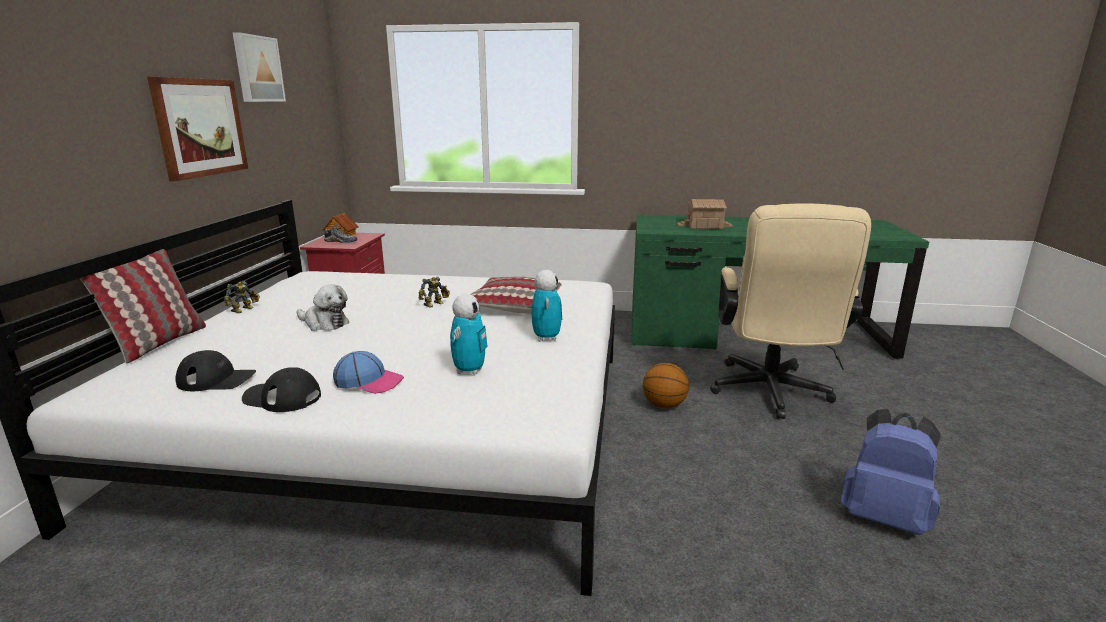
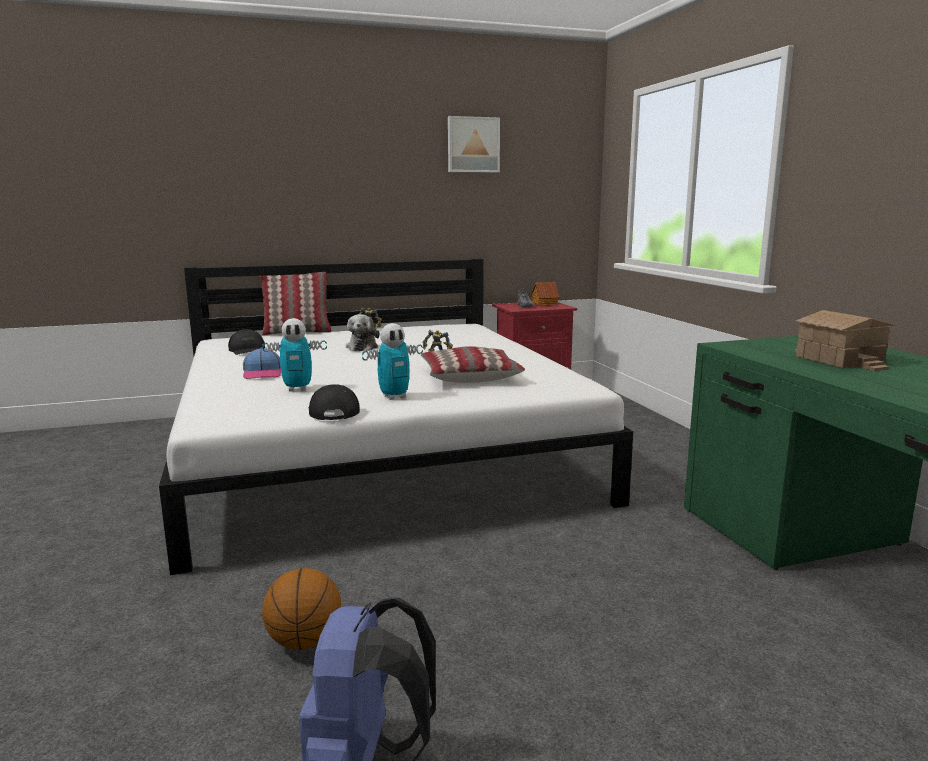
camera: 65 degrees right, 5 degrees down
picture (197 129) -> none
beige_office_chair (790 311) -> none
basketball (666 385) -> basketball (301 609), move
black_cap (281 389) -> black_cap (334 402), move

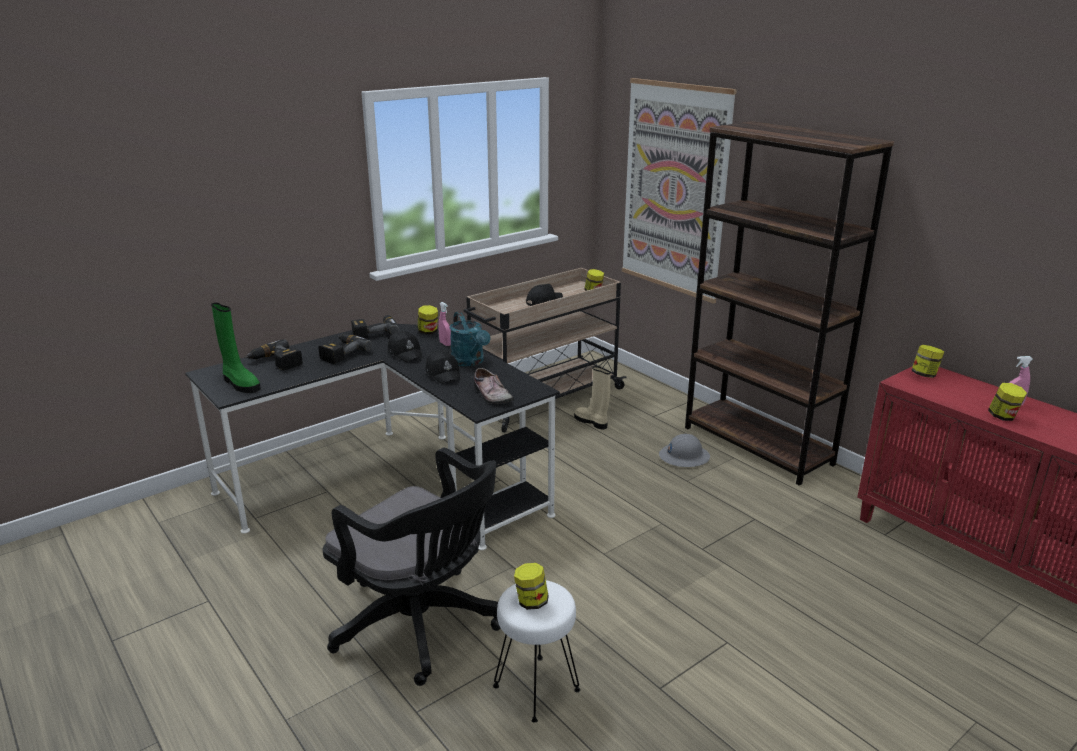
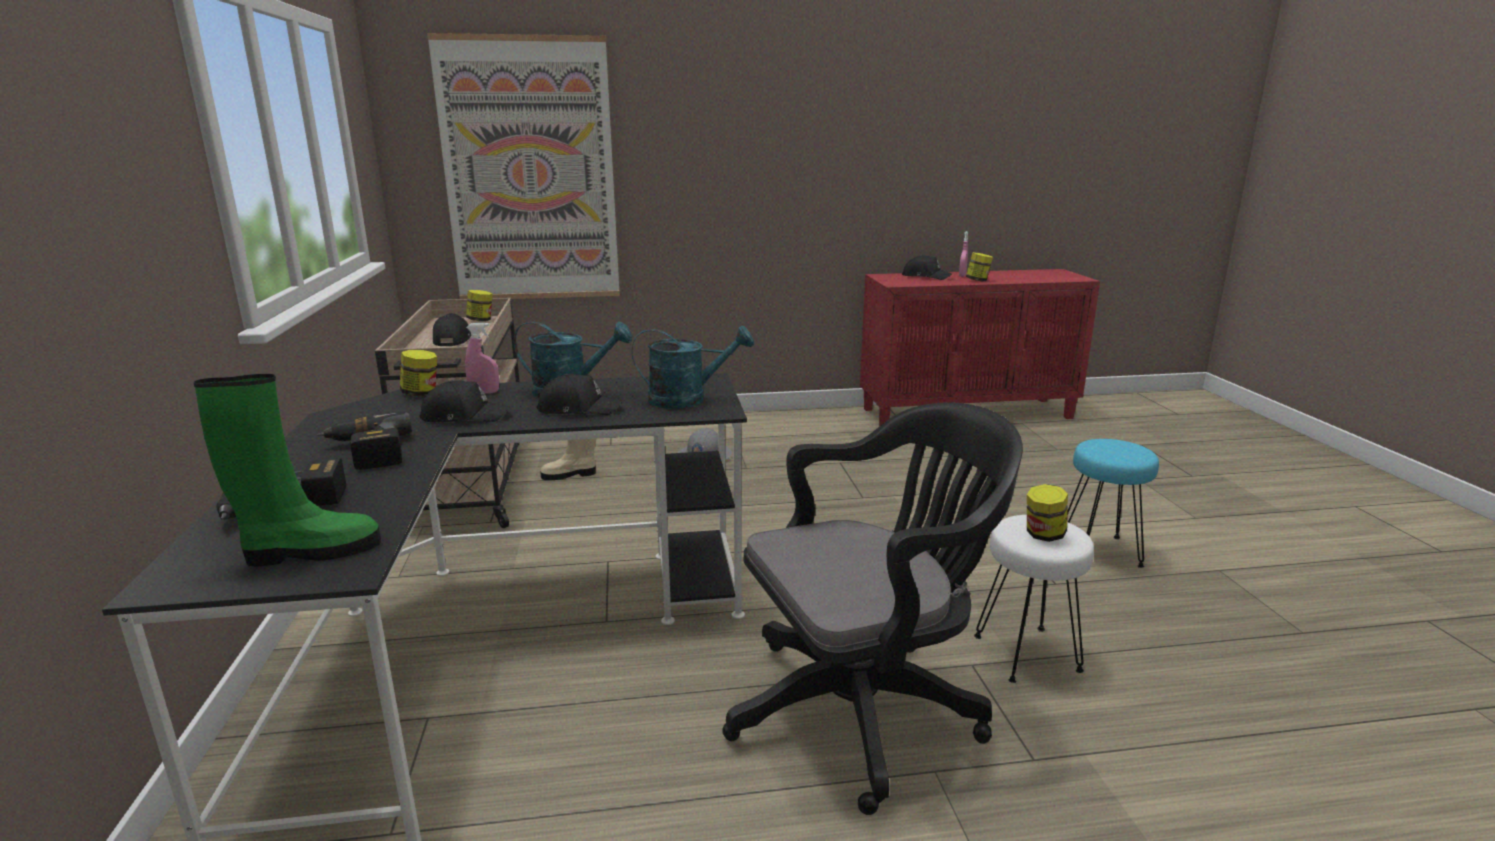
camera: 60 degrees left, 5 degrees down
brown_bookcase (789 303) -> none
power_drill (375 326) -> none
jar (927 361) -> none
shoe (494 386) -> turquoise_watering_can (693 367)
none -> black_cap (927 267)
none -> turquoise_stool (1113 503)

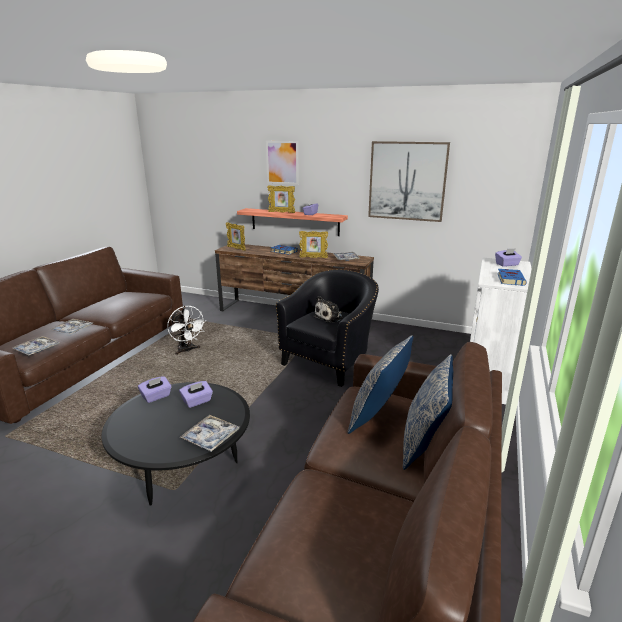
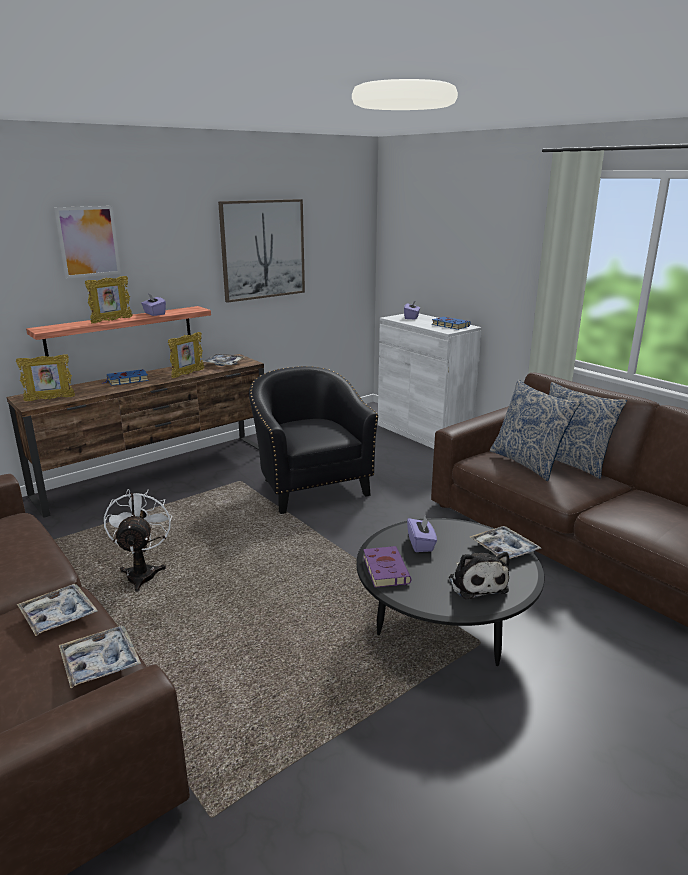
camera: 60 degrees left, 0 degrees up
plush_toy (328 309) -> plush_toy (479 576), move
white_fan (186 330) -> white_fan (138 540), 90 degrees counterclockwise
purple_tissue_box (155 389) -> purple_book (387 567)

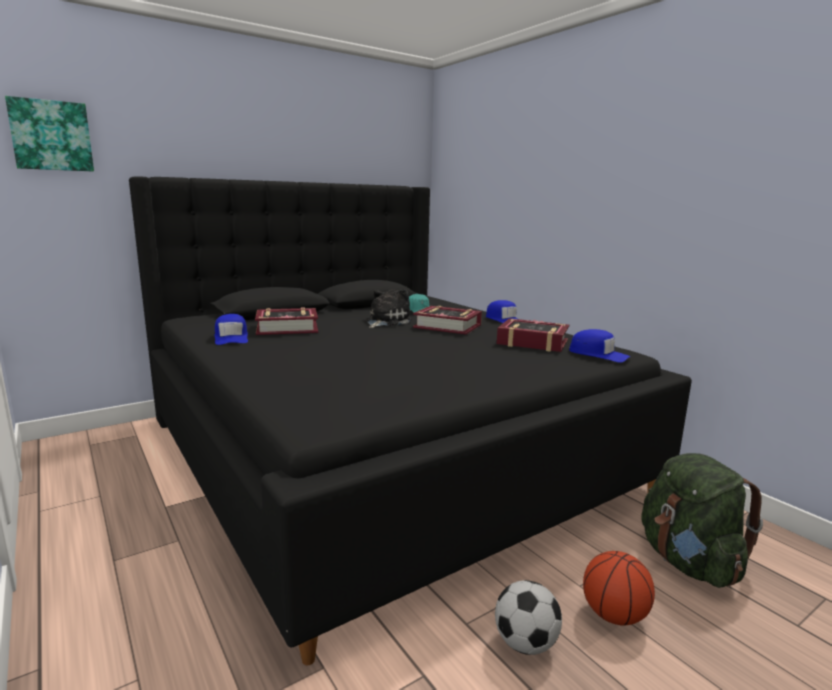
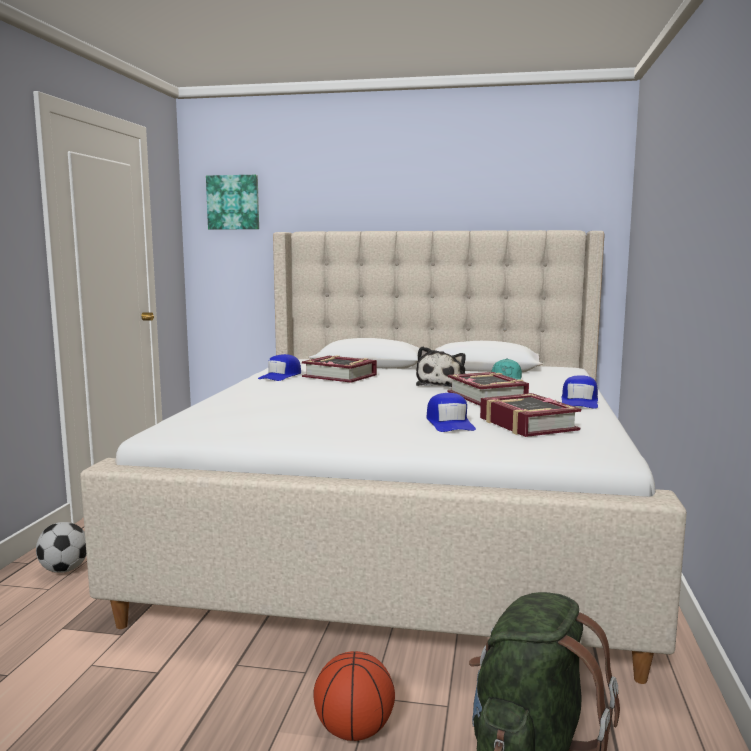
camera: 45 degrees right, 5 degrees down
black_bed (410 420) -> beige_bed (383 457)
plush_toy (389 308) -> plush_toy (441 366), 120 degrees clockwise
blue_cap (599 346) -> blue_cap (451 412), move
football (528 617) -> football (61 547), move

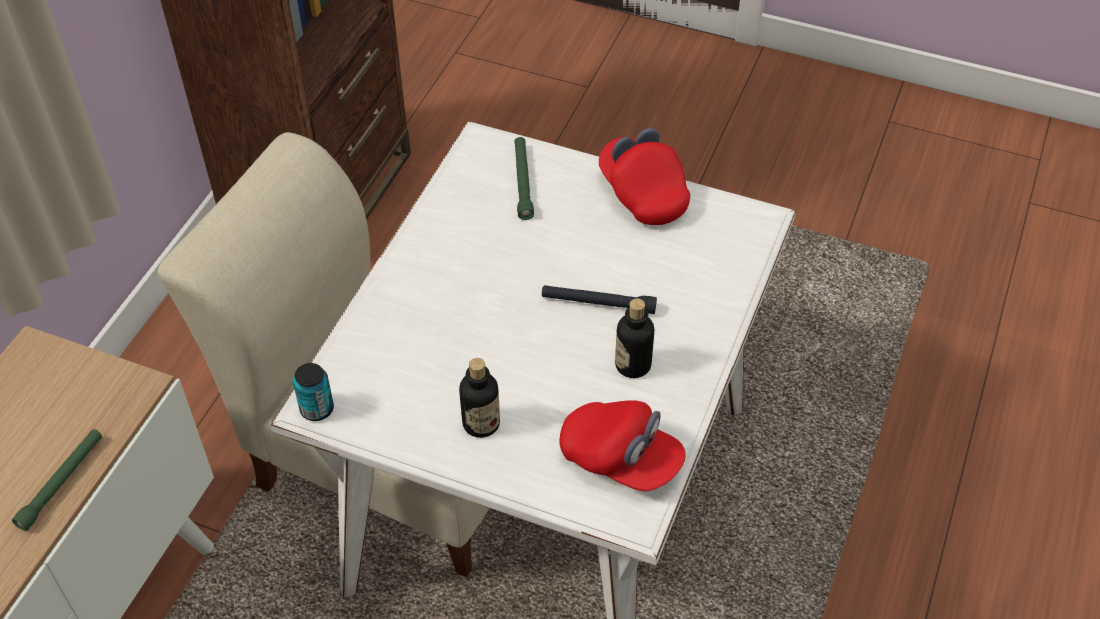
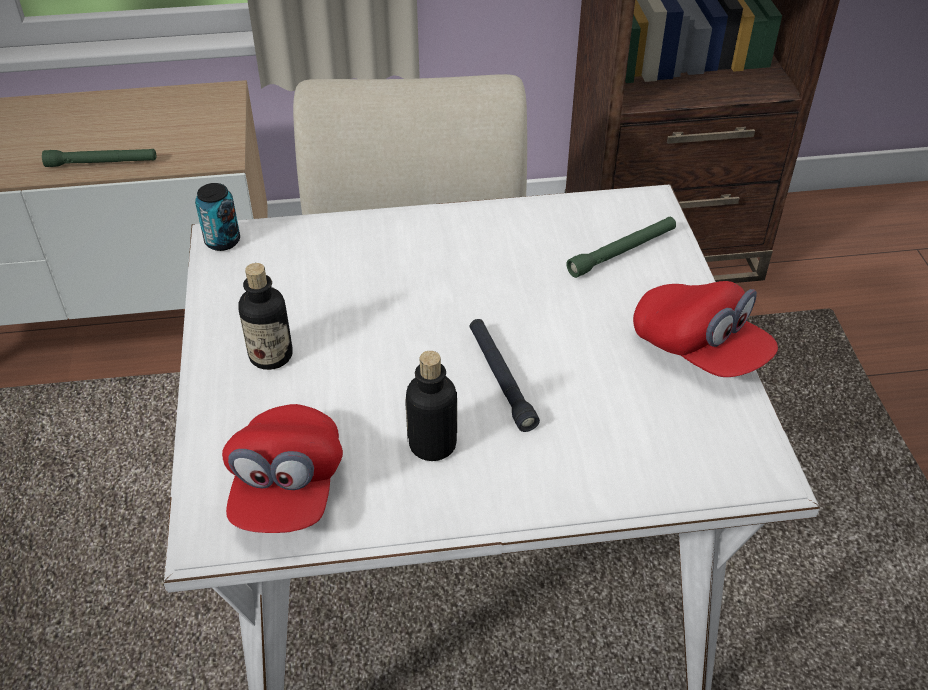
camera: 60 degrees right, 5 degrees down
red_cap (644 176) -> red_cap (705 329), 105 degrees clockwise

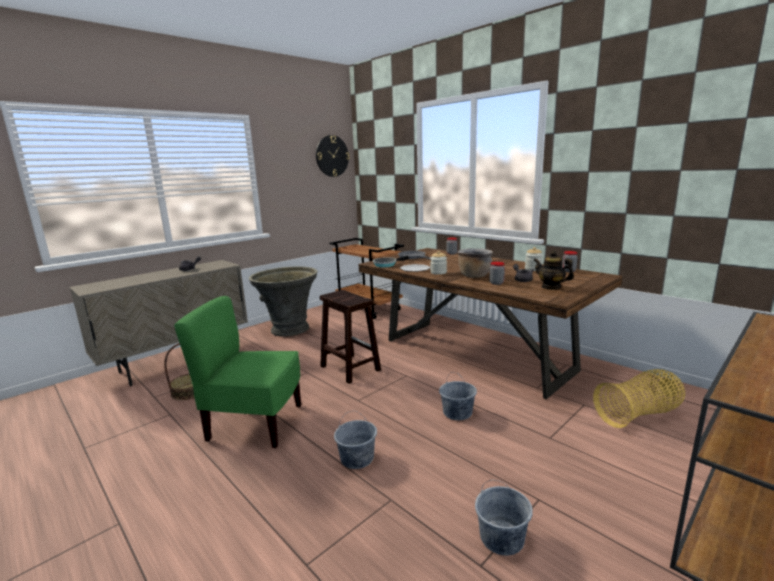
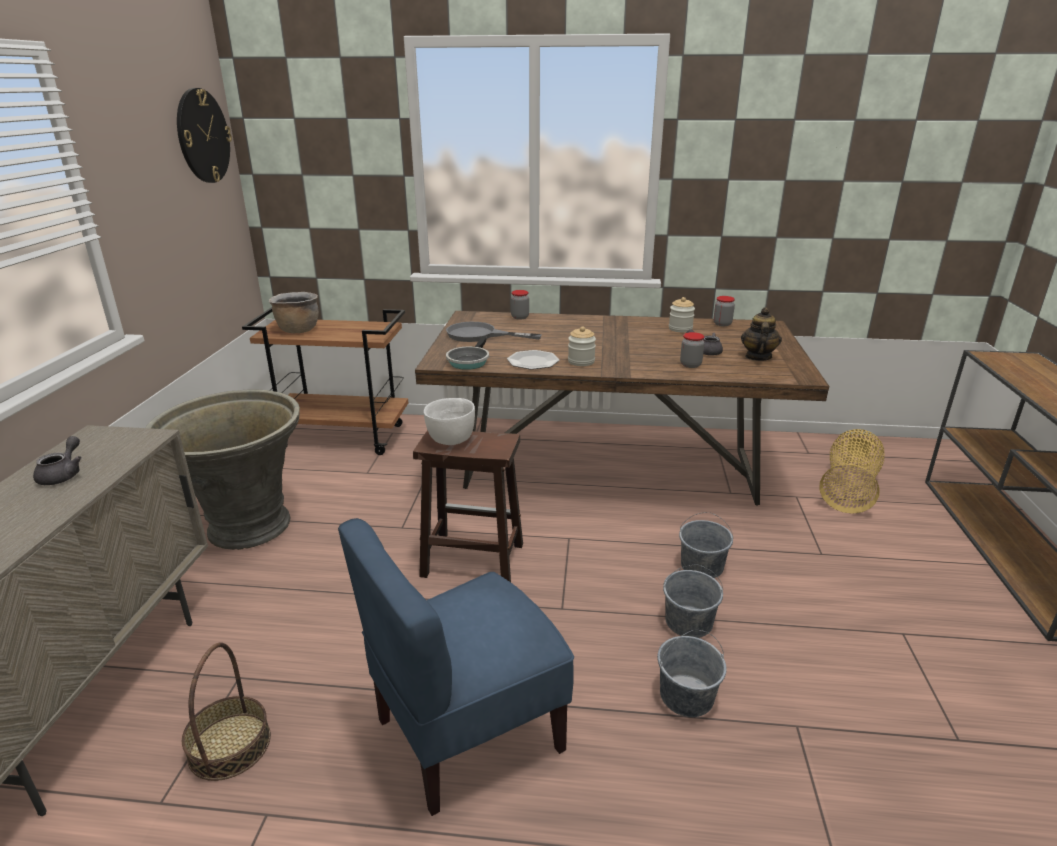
camera: 40 degrees left, 10 degrees up
brown_cooking_pot (475 263) -> brown_cooking_pot (294 312), move
teapot (553 270) -> teapot (761 334), 105 degrees clockwise
green_chair (237 372) -> blue_chair (456 667)
grey_bucket (504 518) -> grey_bucket (693 601), move
none -> white_bowl (449 421)

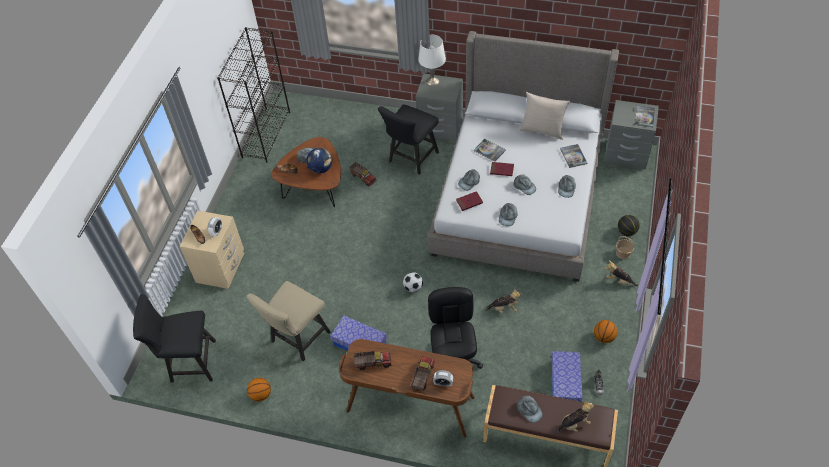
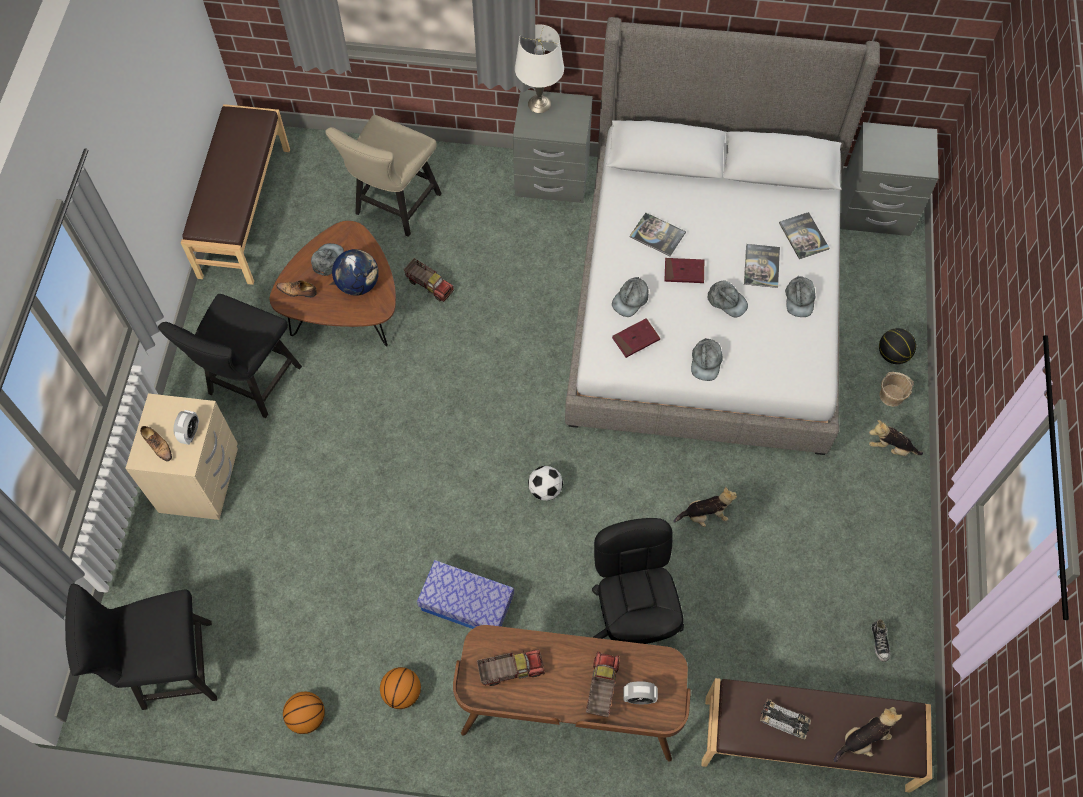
camera: 10 degrees left, 10 degrees up
black_bookcase (253 94) -> brown_bench (235 194)
beige_pillow (545 116) -> none
black_chair (408 140) -> black_chair (230 356), move
book (644 116) -> book (762 266), move
beige_chair (289 321) -> beige_chair (383 176), move
basketball (605 331) -> basketball (400 688), move
storage_box (567 376) -> none
grey_cap (530 409) -> toy_car (785 719)

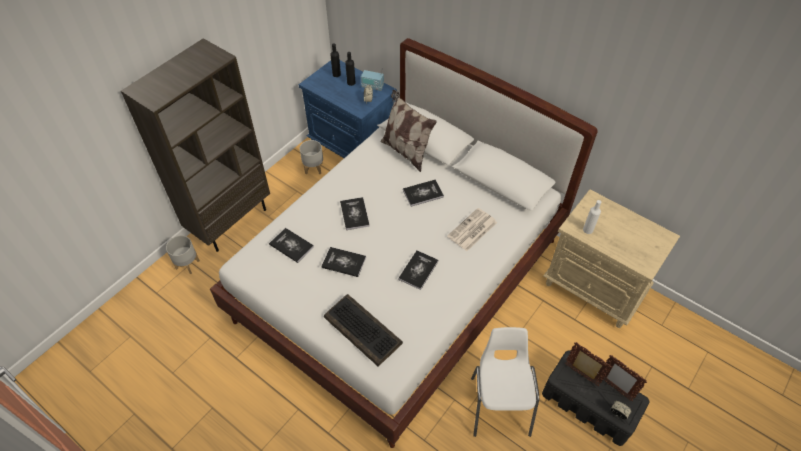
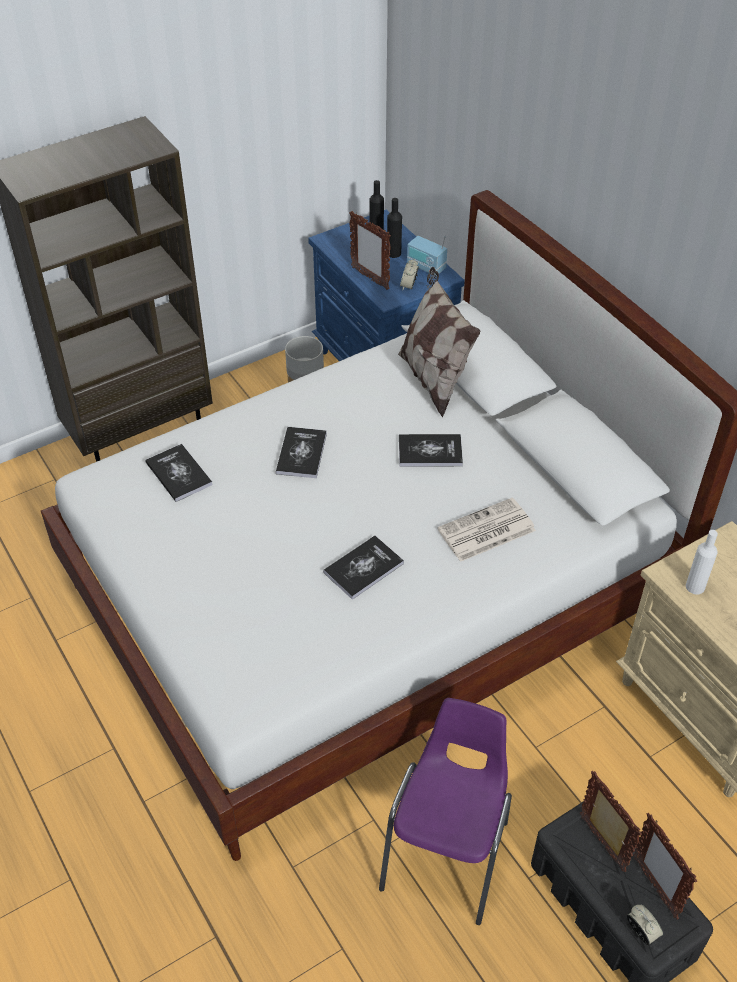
camera: 20 degrees right, 5 degrees down
grey_planter (183 255) -> none
book (343 262) -> none
keyboard (363 330) -> none
white_chair (505 382) -> purple_chair (445 811)
none -> picture_frame (370 250)

